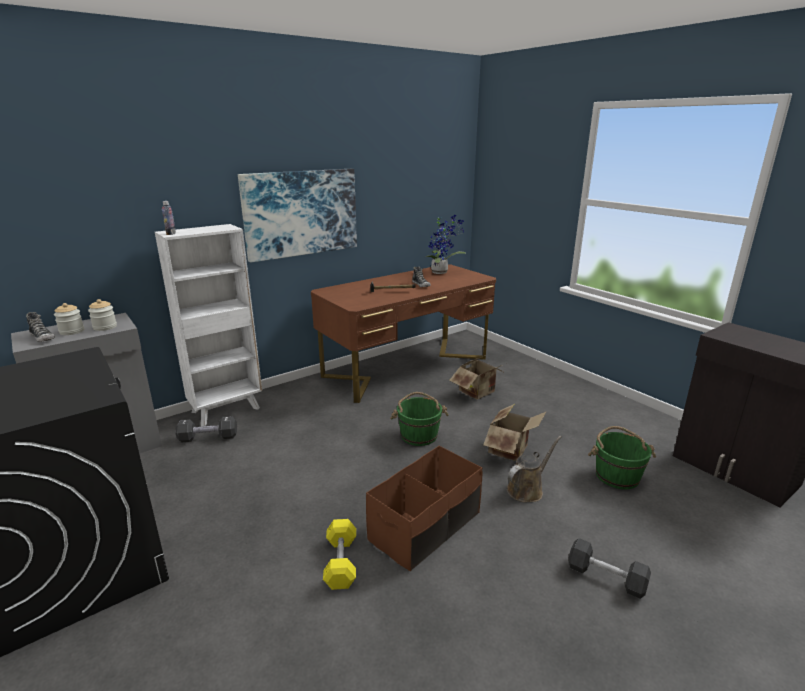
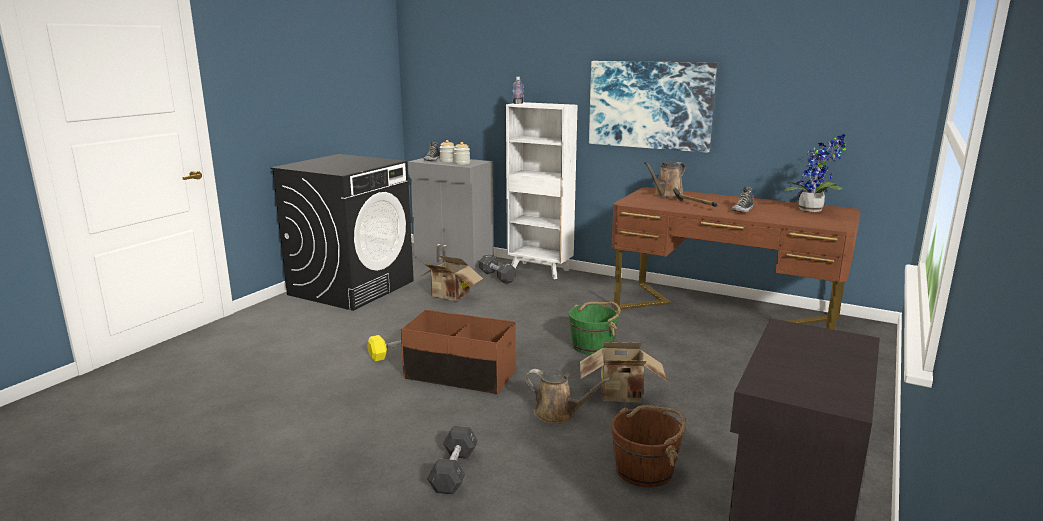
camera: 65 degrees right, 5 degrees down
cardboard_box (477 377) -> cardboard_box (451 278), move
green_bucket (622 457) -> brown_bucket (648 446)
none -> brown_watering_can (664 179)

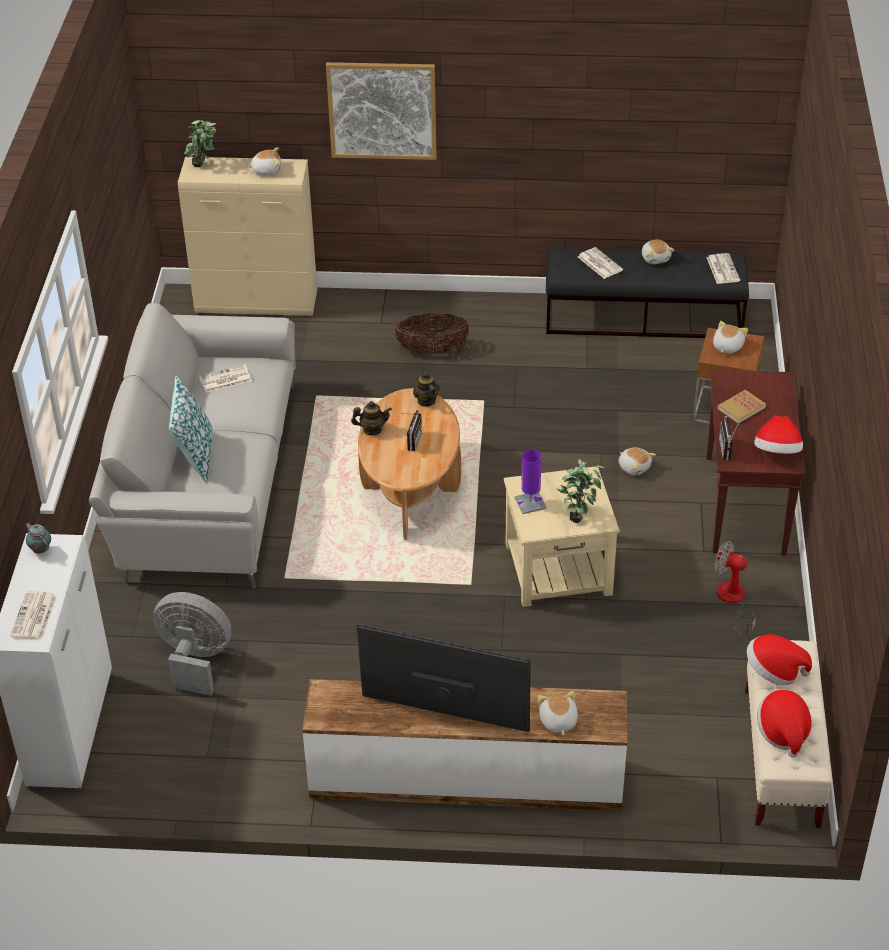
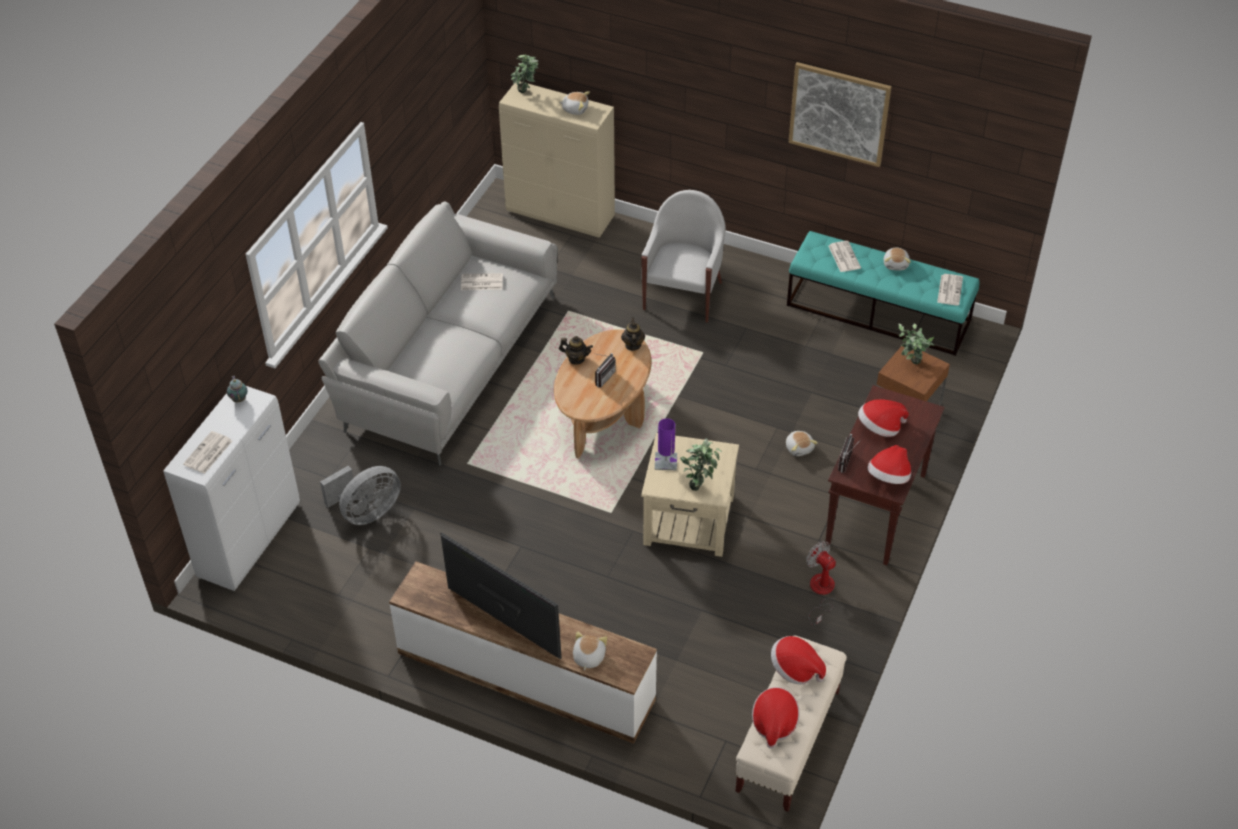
camera: 20 degrees right, 5 degrees up
picture (381 111) -> picture (840 114), move
black_bench (647 293) -> turquoise_bench (883 293)
basket (432 333) -> white_armchair (683 256)
plush_toy (730 337) -> potted_plant (917 343)
pillow (191 429) -> none
book (741 406) -> hat (883 418)
grey_fan (192 644) -> grey_fan (360 495), 105 degrees clockwise

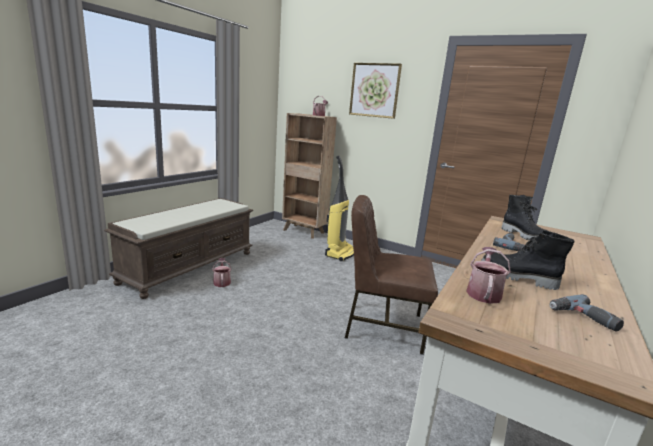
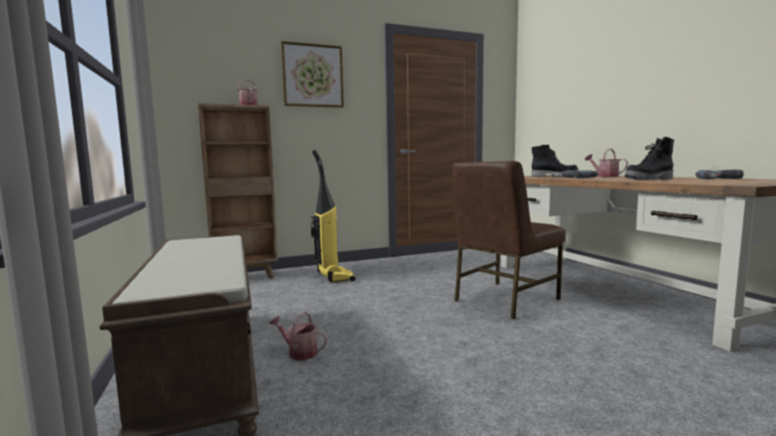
camera: 50 degrees left, 10 degrees down
watering_can (488 275) -> watering_can (606 163), move

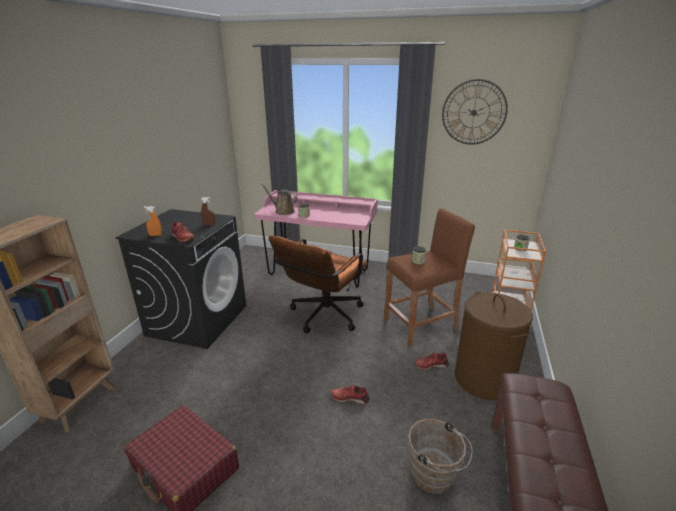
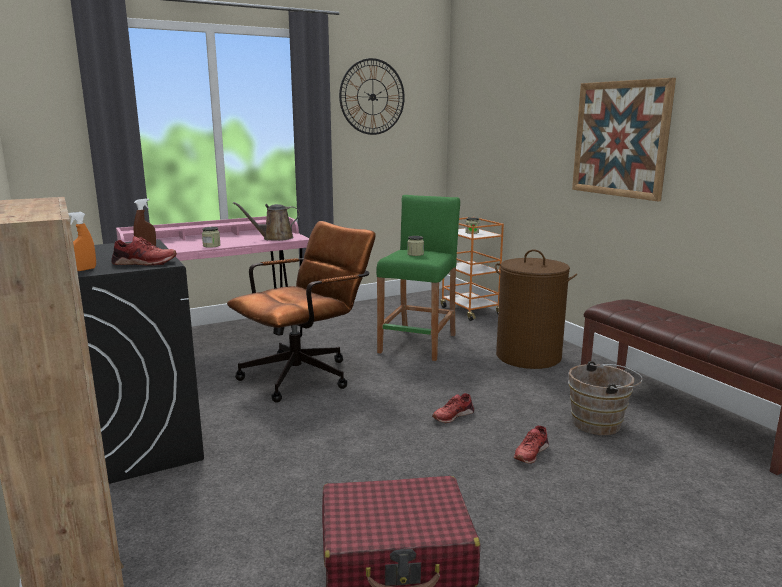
camera: 45 degrees left, 10 degrees down
brown_watering_can (279 199) -> brown_watering_can (266 221), move
brown_stool (429 277) -> green_stool (418 278)
brown_office_chair (318 284) -> brown_office_chair (301 312), 120 degrees counterclockwise
red_shoe (432 361) -> red_shoe (531 444), move
none -> picture (624 139)

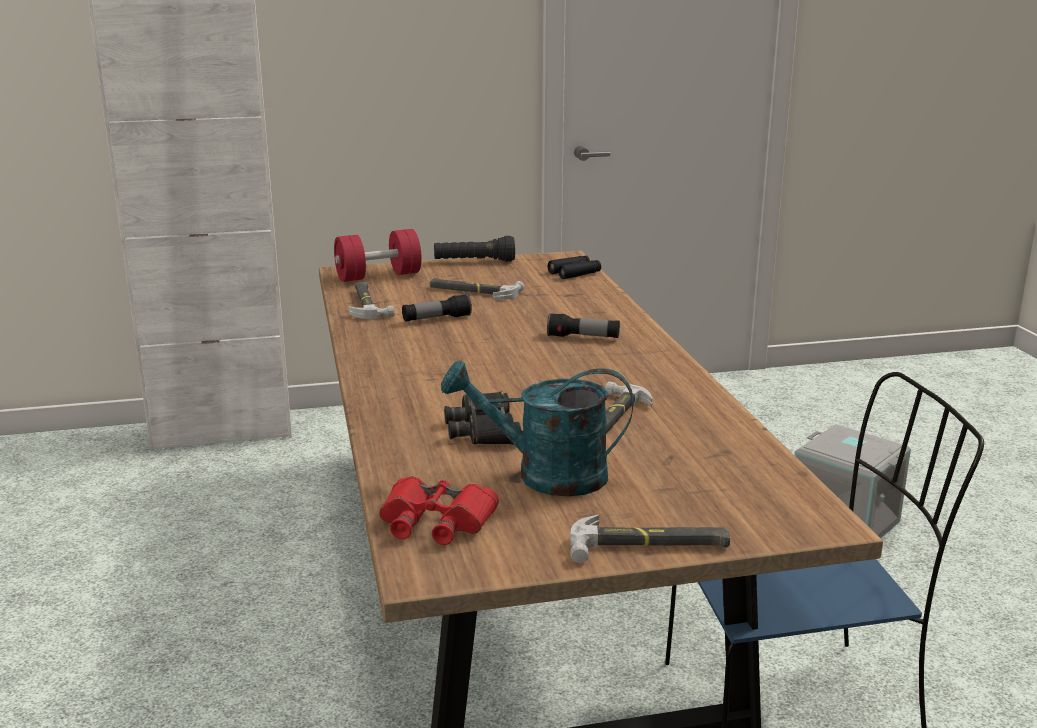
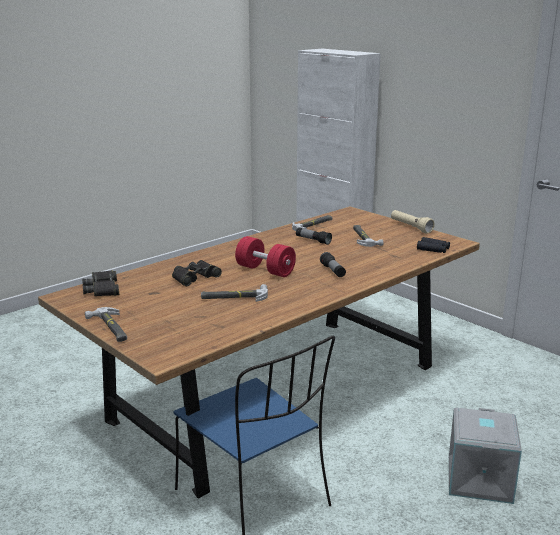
camera: 60 degrees right, 0 degrees up
red_dumbbell (378 255) -> red_dumbbell (265 256), move
black_flashlight (474 249) -> beige_flashlight (413 222)
turquoise_watering_can (537 428) -> none
red_binoculars (439 510) -> black_binoculars (100 283)

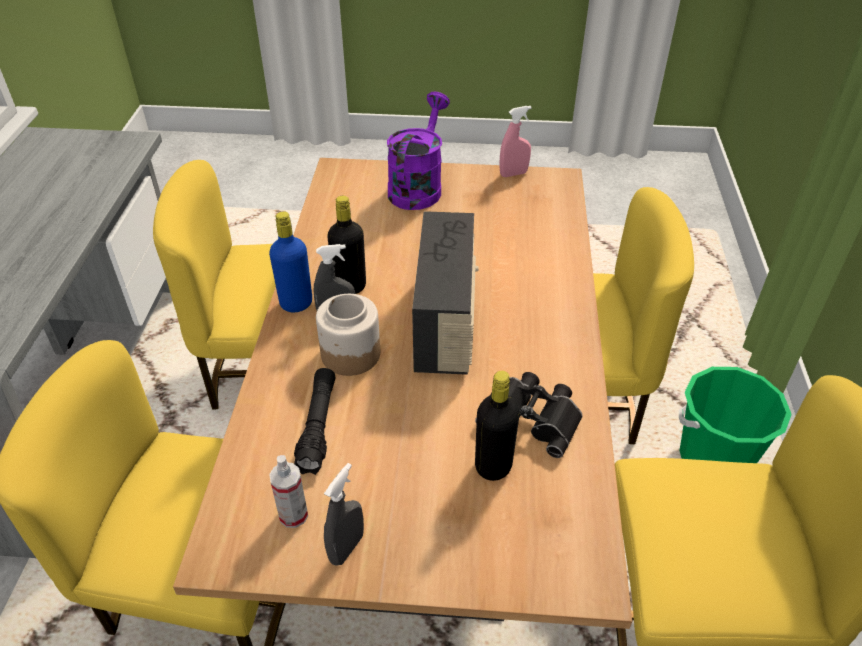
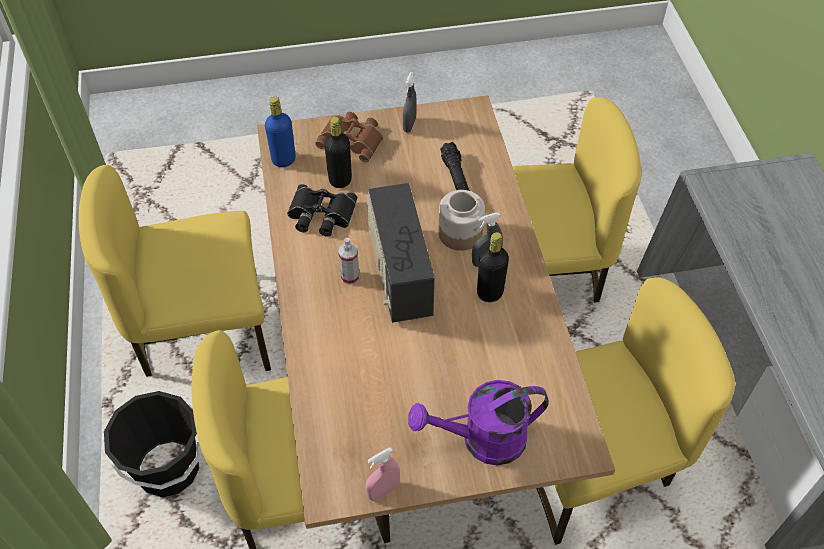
camera: 165 degrees right, 10 degrees up
purple_watering_can (418 151) -> purple_watering_can (478 423), 75 degrees clockwise
blue_bottle (290 262) -> blue_bottle (280 131), move
green_bucket (735 415) -> black_bucket (152 444)
spray_bottle (288 491) -> spray_bottle (349 261), move
none -> brown_binoculars (349 137)

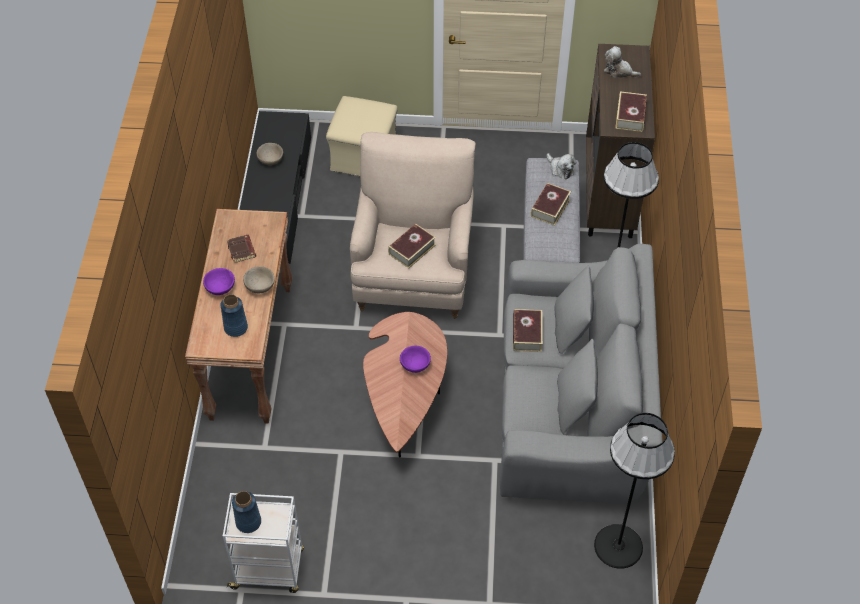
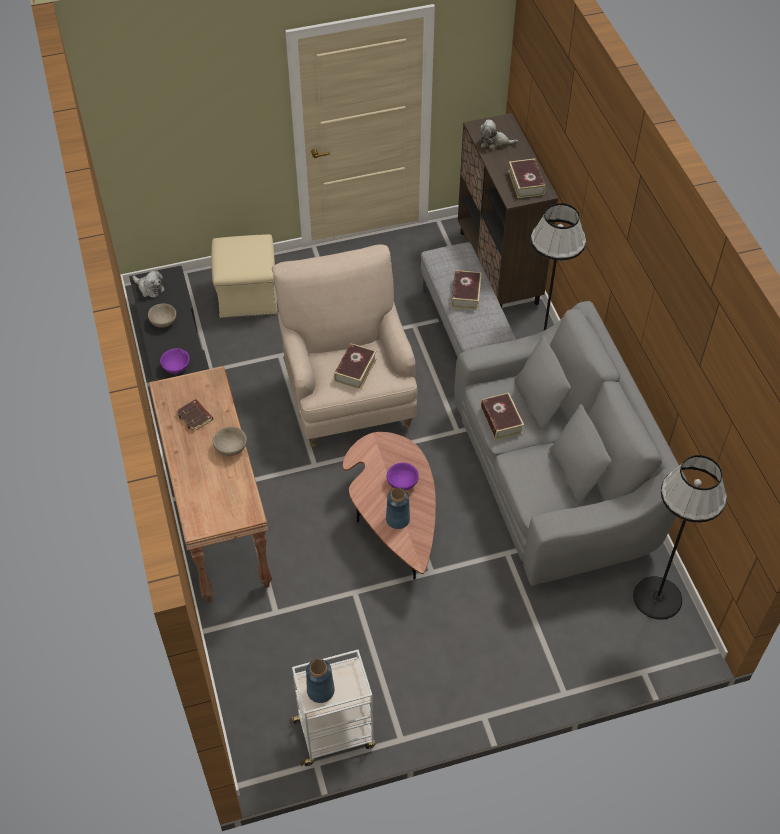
camera: 20 degrees left, 0 degrees up
plush_toy (561 166) -> plush_toy (148 284), move
purple_bowl (219 281) -> purple_bowl (175 361), move
blue_vase (234 315) -> blue_vase (398 508), move

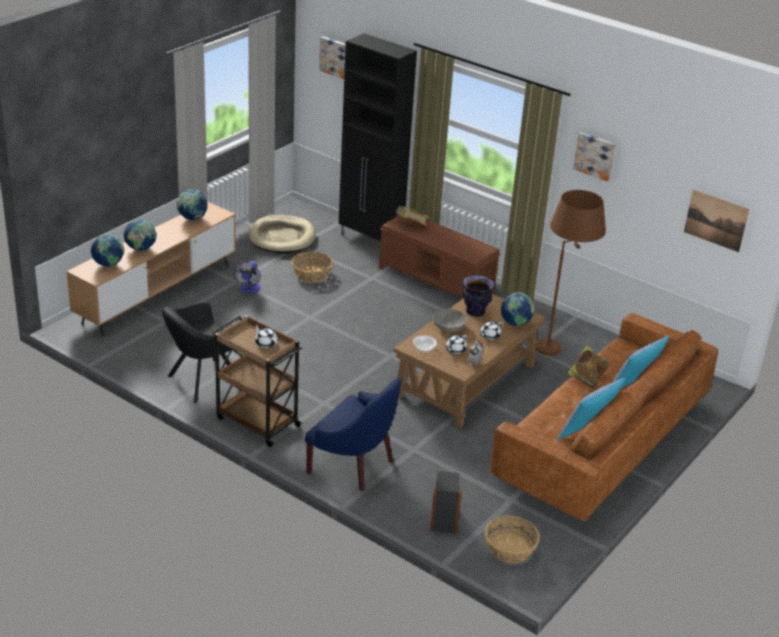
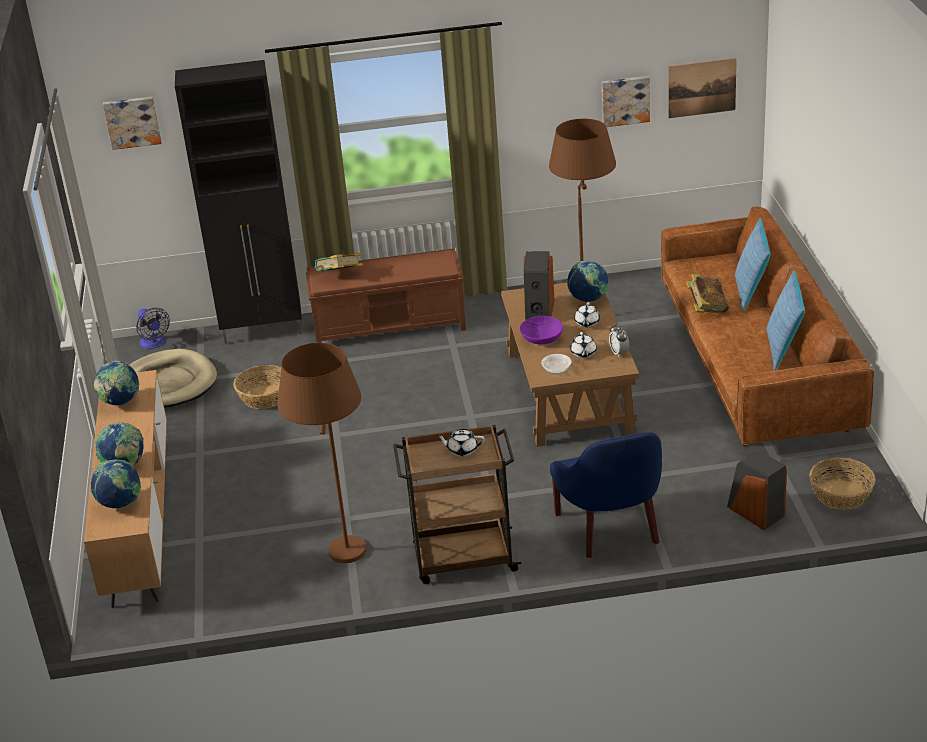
camera: 40 degrees left, 0 degrees up
picture (594 156) -> picture (626 101), move
fan (247 277) -> fan (153 328), move
vase (478 296) -> speaker (539 286)
black_armchair (196 352) -> brown_floor_lamp (322 453)
grey_bowl (450 320) -> purple_bowl (541 330)
blue_armchair (353 434) -> blue_armchair (606 495), 90 degrees clockwise

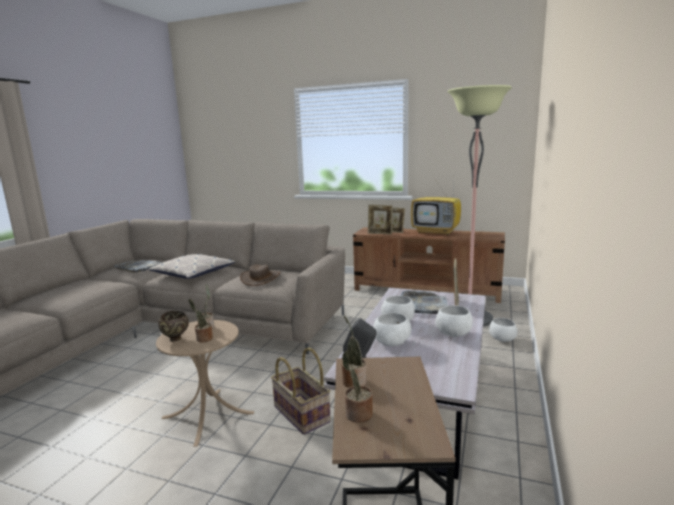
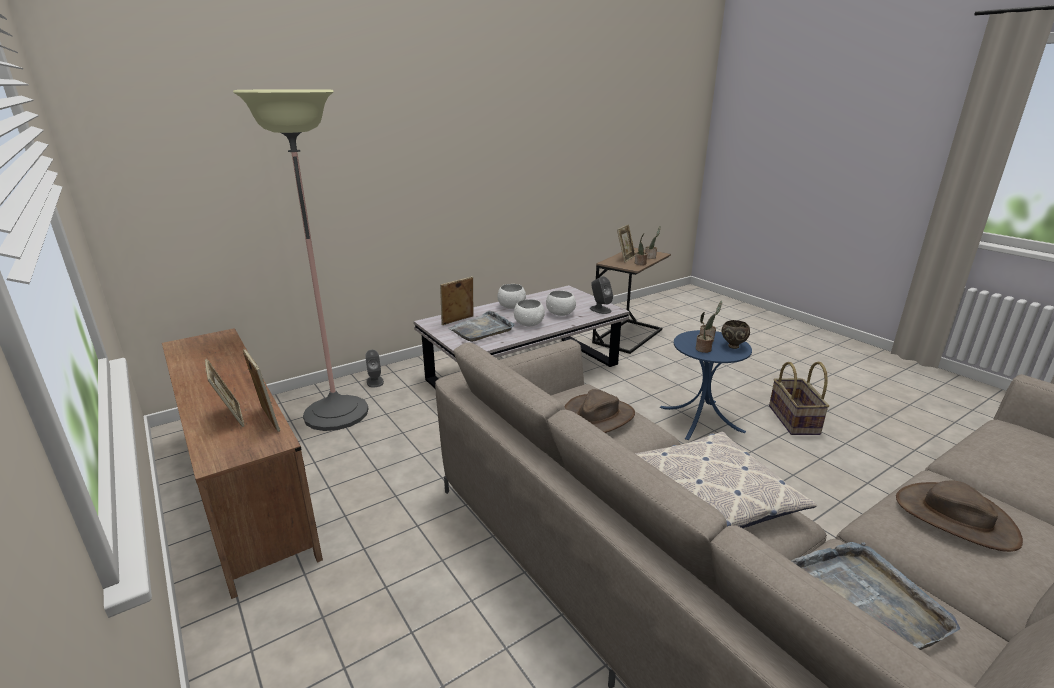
camera: 145 degrees left, 10 degrees up
television (436 209) -> none
white_bowl (503 330) -> grey_speaker (374 369)
beige_side_table (205 383) -> blue_side_table (706 385)
basket (301 391) -> basket (799 398), move
none -> picture_frame (626 243)
none -> brown_hat (959 516)

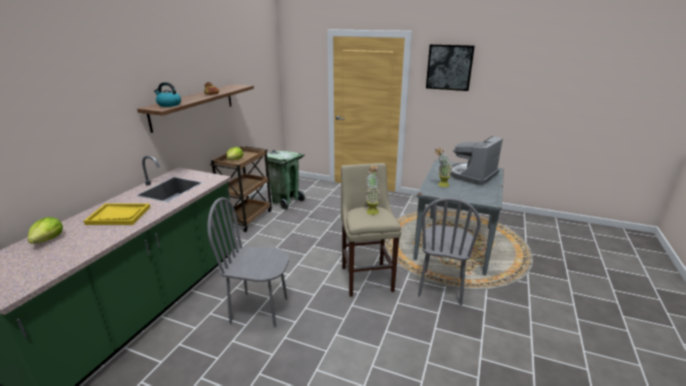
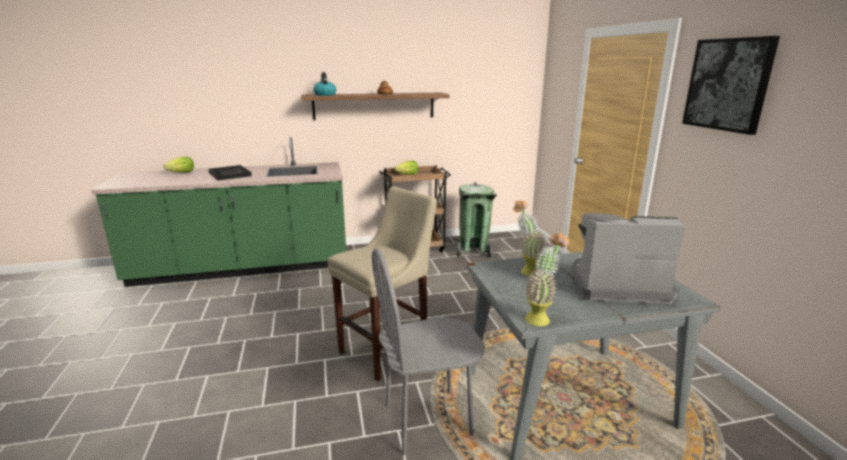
camera: 55 degrees right, 5 degrees down
potted_plant (373 190) -> potted_plant (547 279), move
grey_chair (248 262) -> none
yellow_tray (117 214) -> black_tray (230 172)

